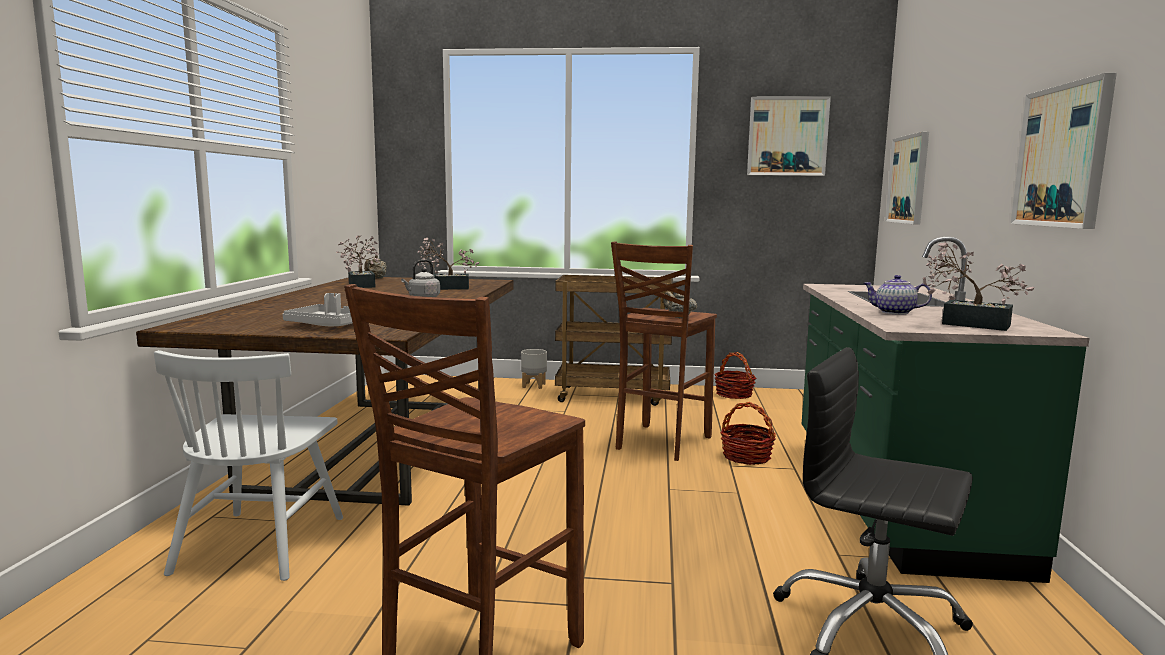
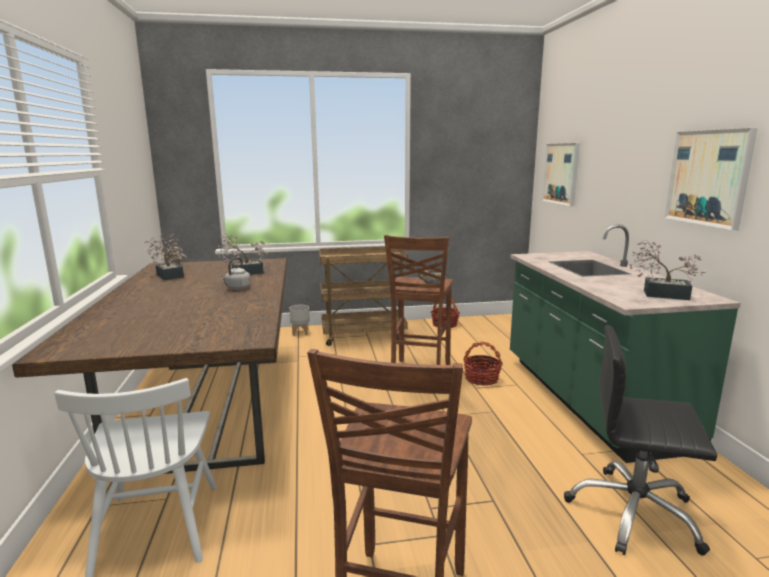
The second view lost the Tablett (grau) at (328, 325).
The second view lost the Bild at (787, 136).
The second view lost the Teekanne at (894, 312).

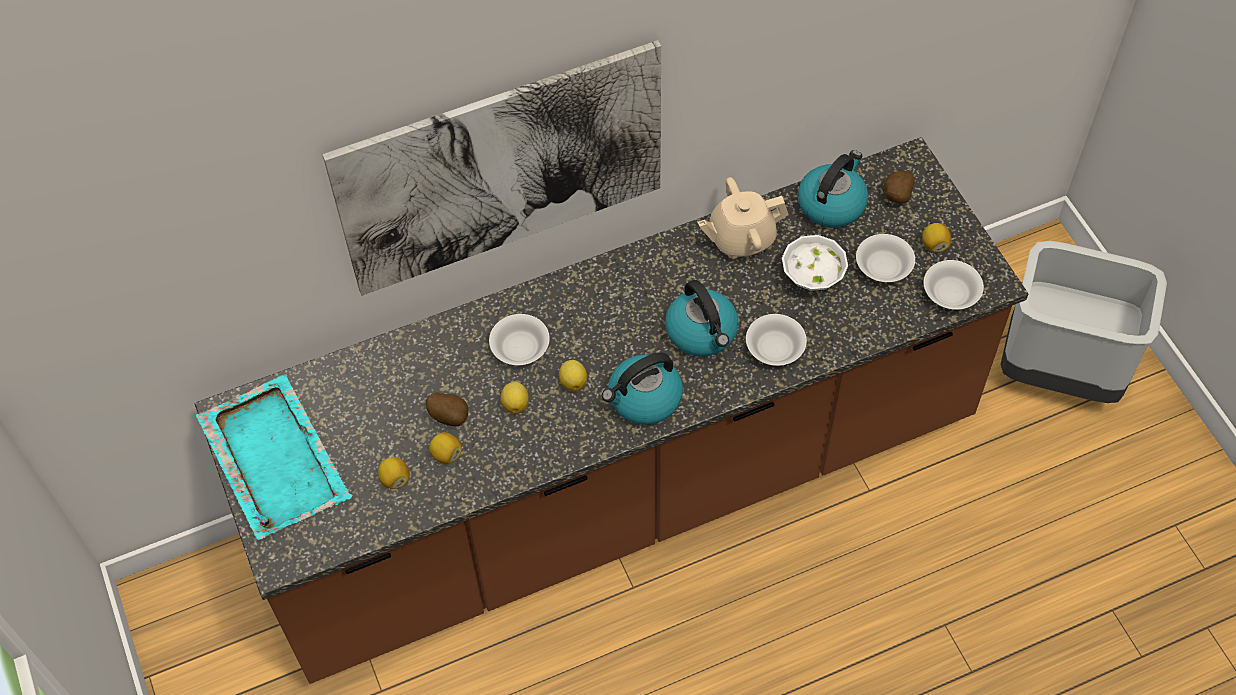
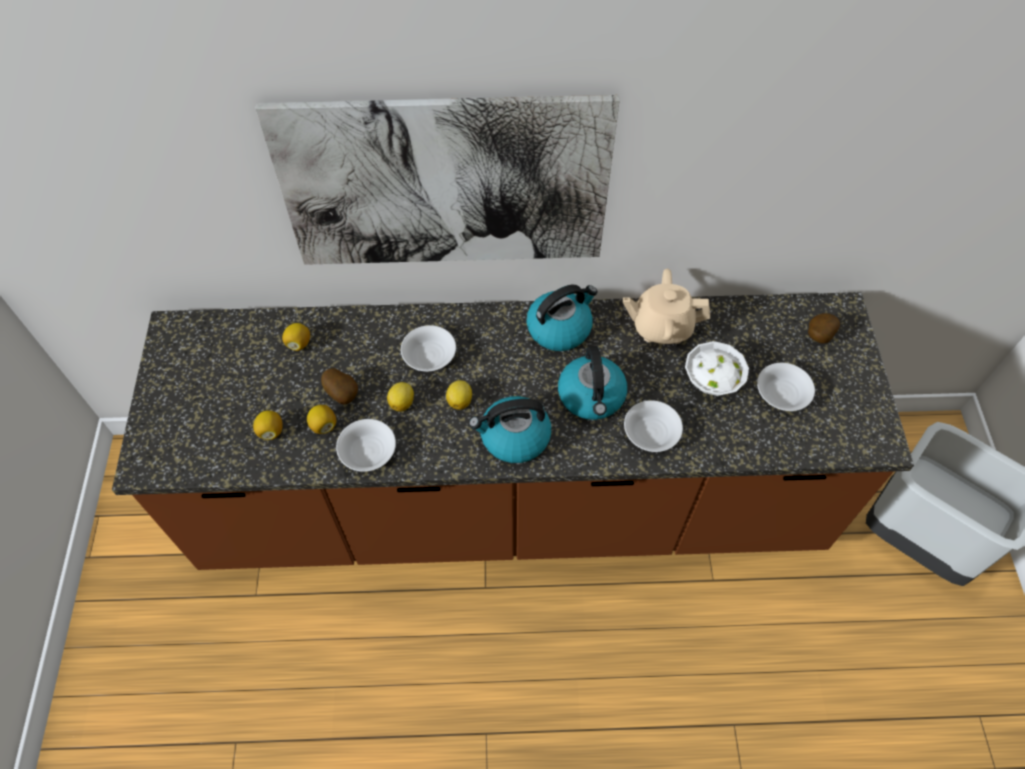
The second view lost the Tablett (türkis) at (273, 458).
The Wasserkessel ended up elsewhere, having gone from (831, 204) to (559, 328).
The Zitrone ended up elsewhere, having gone from (934, 245) to (298, 343).
The Schüssel (weiß) ended up elsewhere, having gone from (950, 293) to (367, 451).

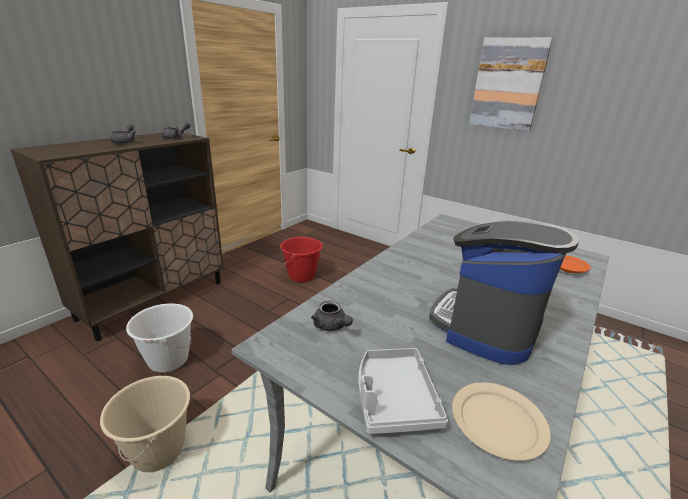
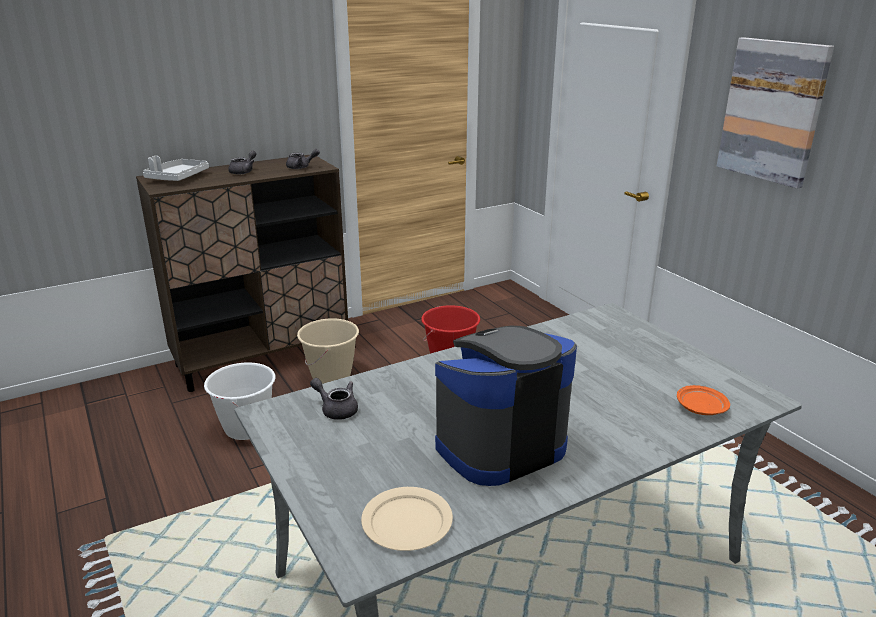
The Eimer (beige) ended up elsewhere, having gone from (159, 450) to (331, 376).
The Teekanne (grau) at (331, 326) ended up facing another way, 135 degrees clockwise from before.
The Tablett (grau) ended up elsewhere, having gone from (394, 398) to (177, 178).

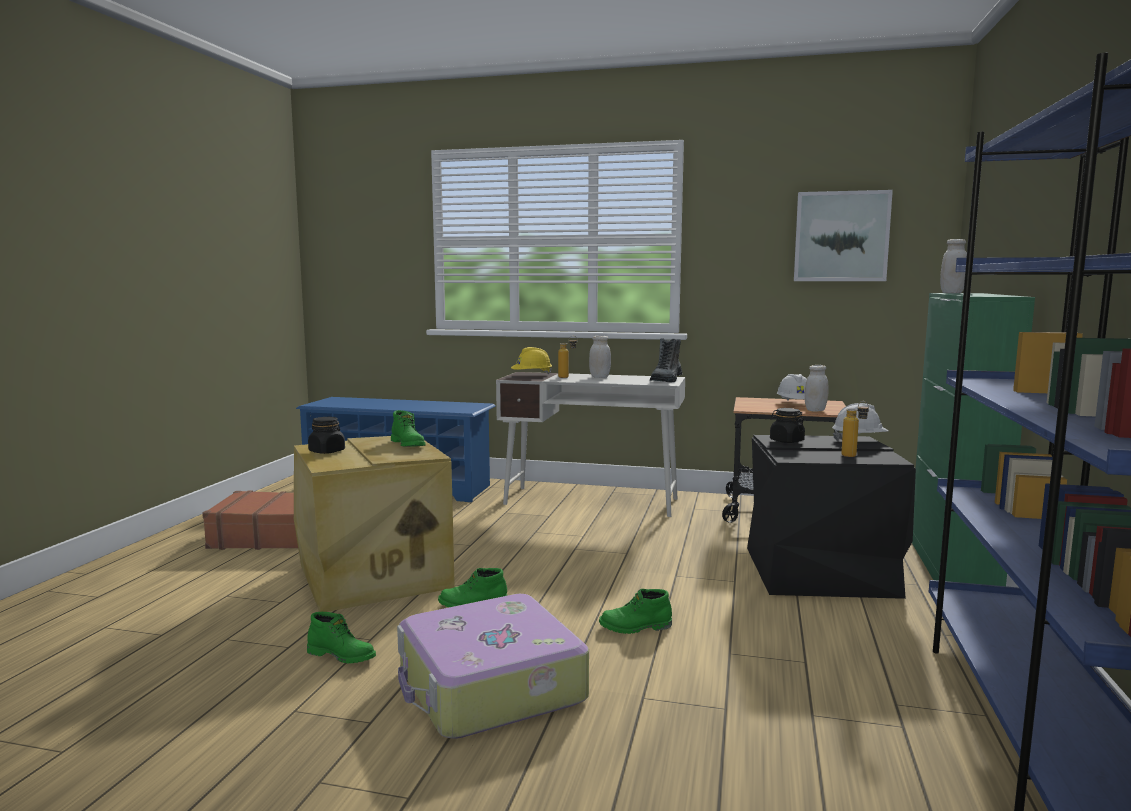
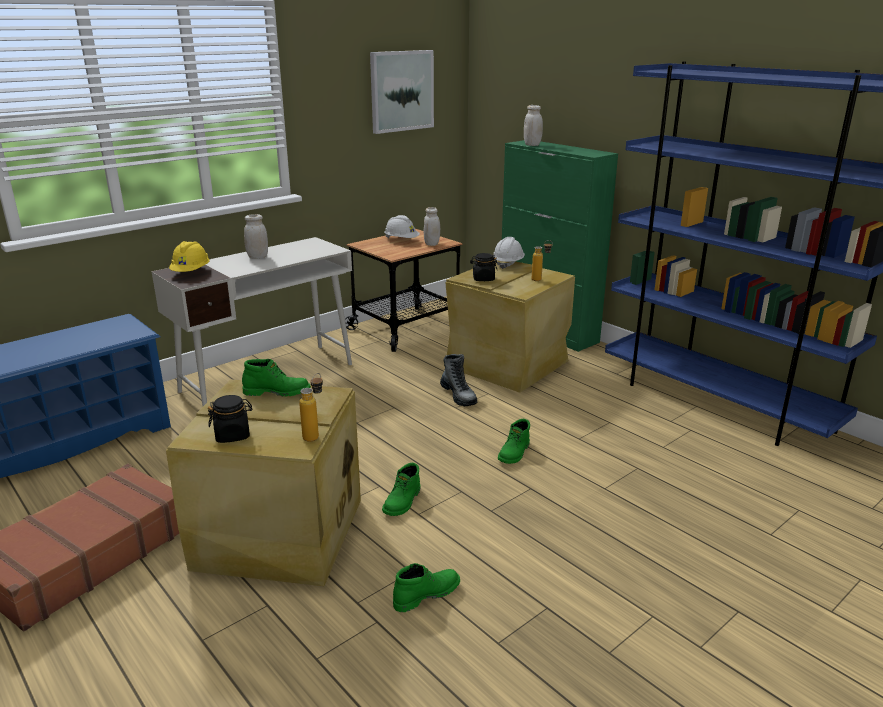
The second view lost the Koffer at (489, 687).
The Flasche ended up elsewhere, having gone from (567, 377) to (315, 435).
The Stiefel ended up elsewhere, having gone from (666, 380) to (458, 395).
What was the Aufbewahrungsbox (schwarz) at (821, 572) turned into the Aufbewahrungsbox (beige) at (509, 363).

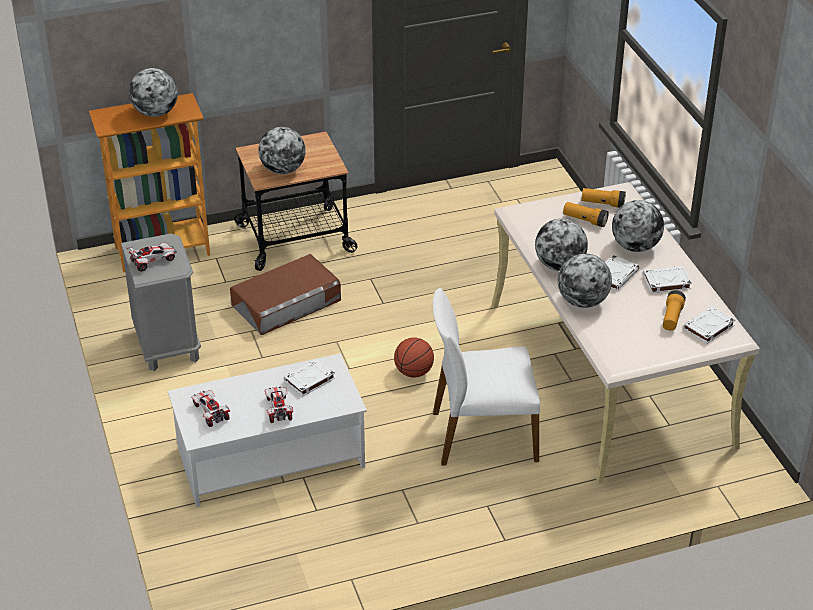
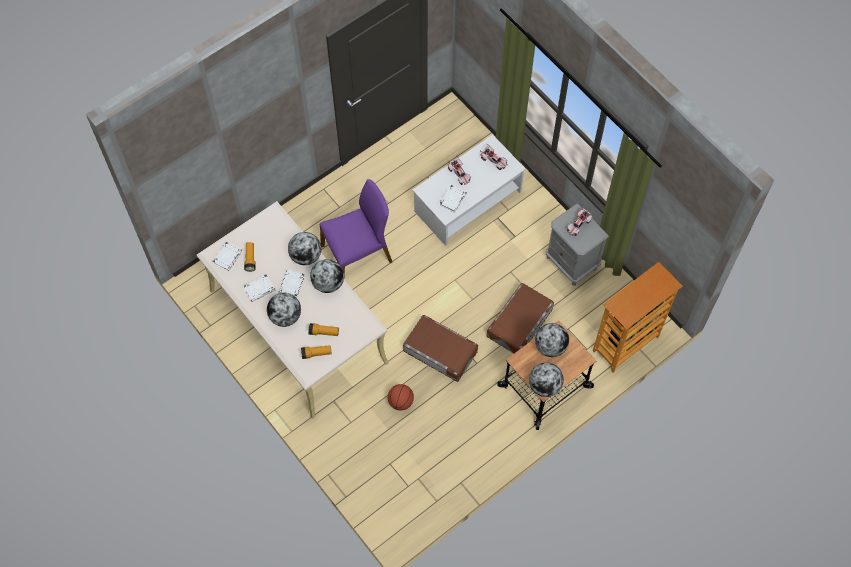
The Globus ended up elsewhere, having gone from (155, 113) to (544, 386).
The Basketball ended up elsewhere, having gone from (413, 372) to (401, 402).
What was the Stuhl (weiß) at (483, 435) turned into the Stuhl (lila) at (358, 254).
The second view gained the Aufbewahrungsbox (braun) at (440, 351).

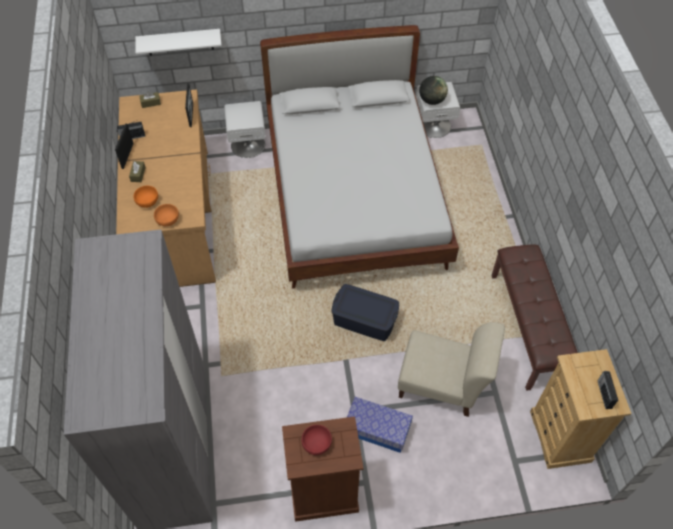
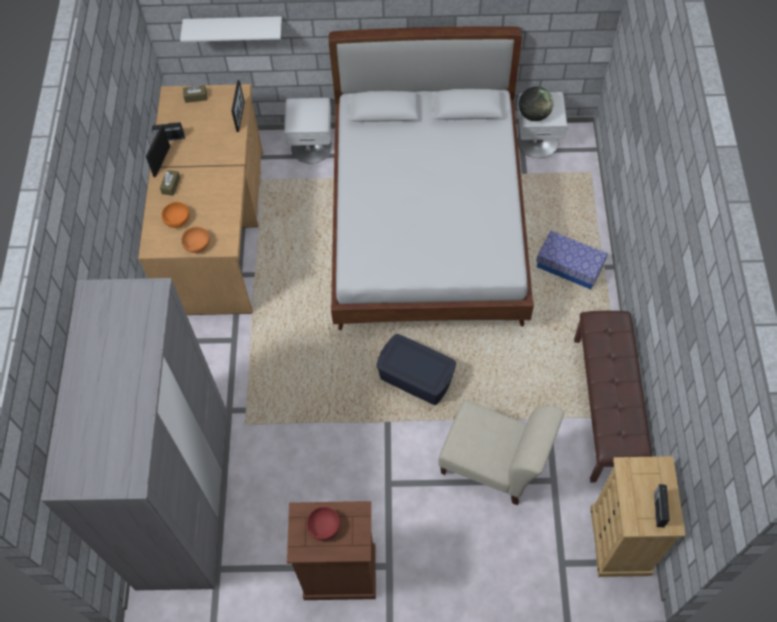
The Aufbewahrungsbox ended up elsewhere, having gone from (377, 429) to (569, 266).

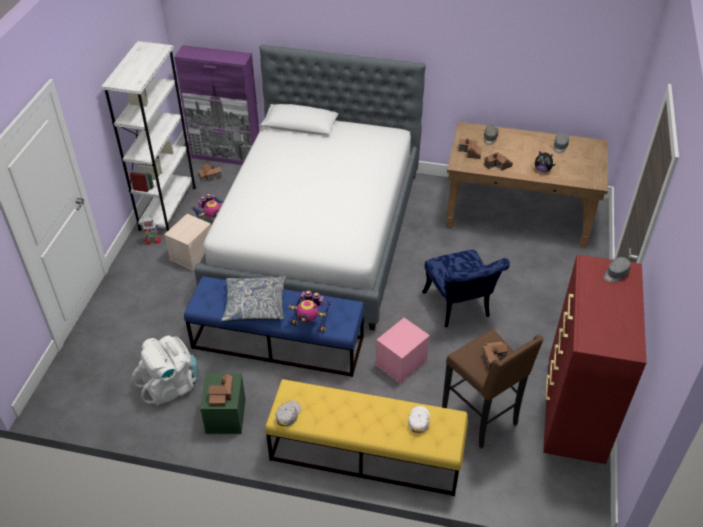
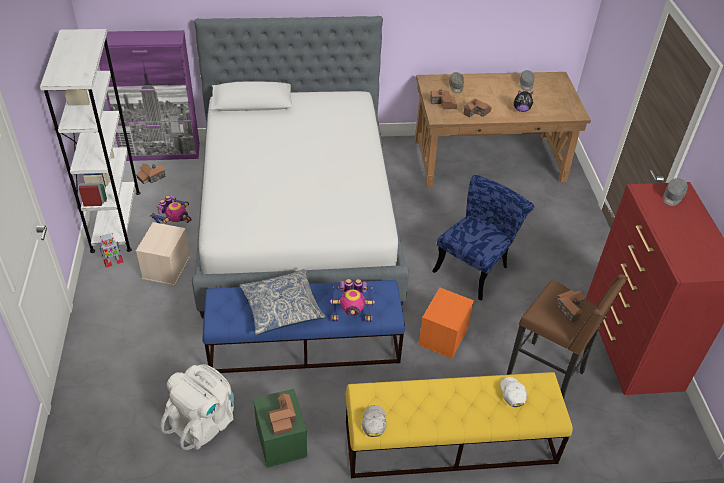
What was the Aufbewahrungsbox (rosa) at (401, 363) turned into the Aufbewahrungsbox (orange) at (443, 337).
The Stuhl (blau) at (459, 308) ended up facing another way, 105 degrees counterclockwise from before.

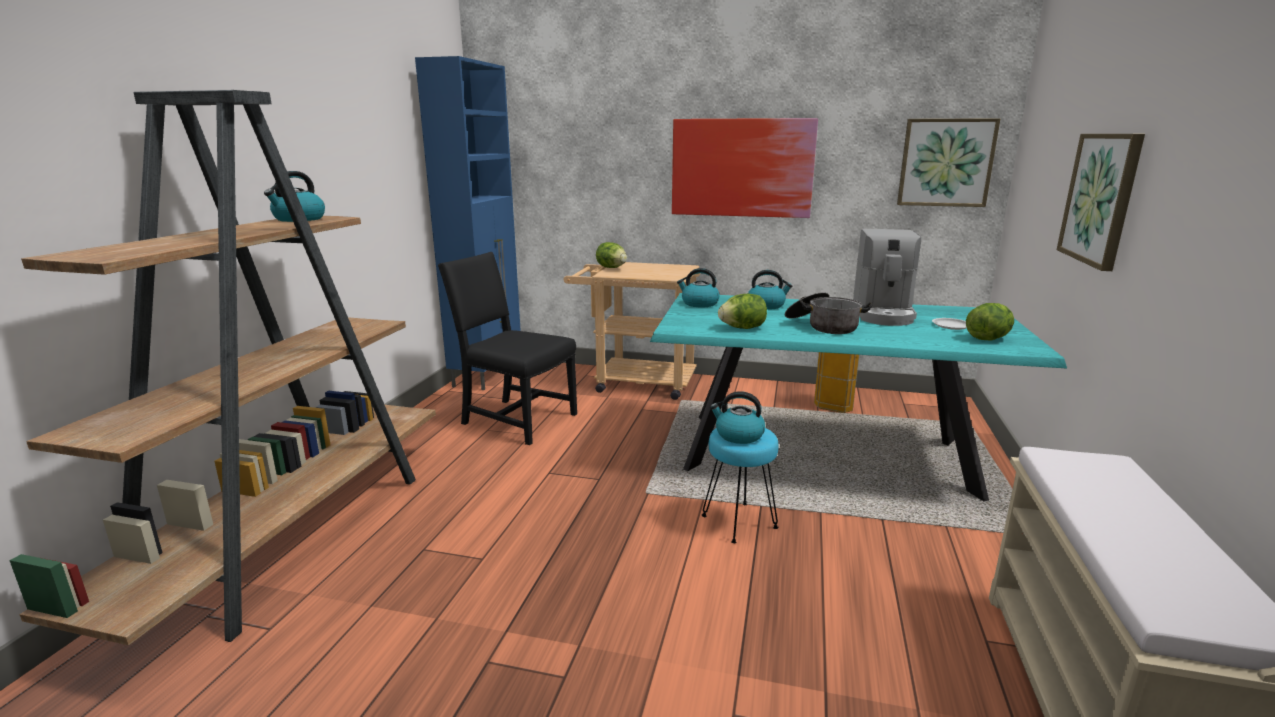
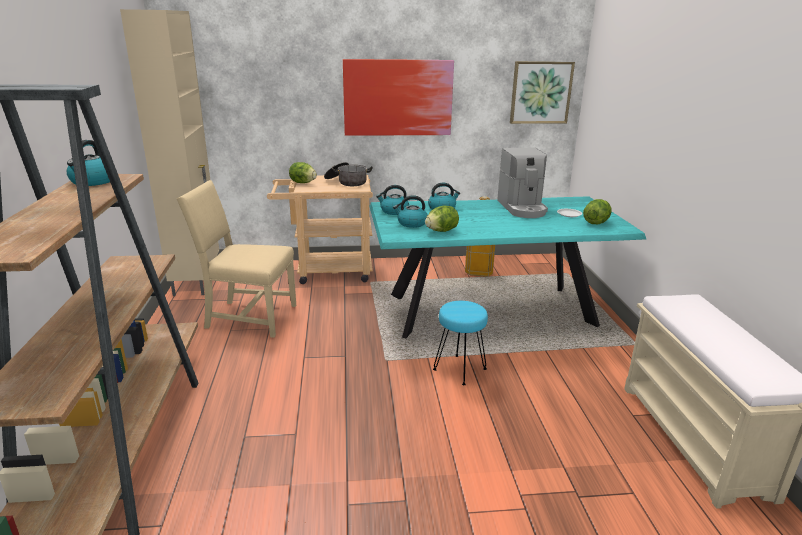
What was the Schrank (blau) at (488, 374) turned into the Schrank (beige) at (197, 279).
What was the Stuhl (schwarz) at (515, 419) turned into the Stuhl (beige) at (248, 317).
The Wasserkessel ended up elsewhere, having gone from (738, 435) to (411, 223).
The Kochtopf ended up elsewhere, having gone from (823, 326) to (347, 182).
The second view lost the Bild at (1101, 198).

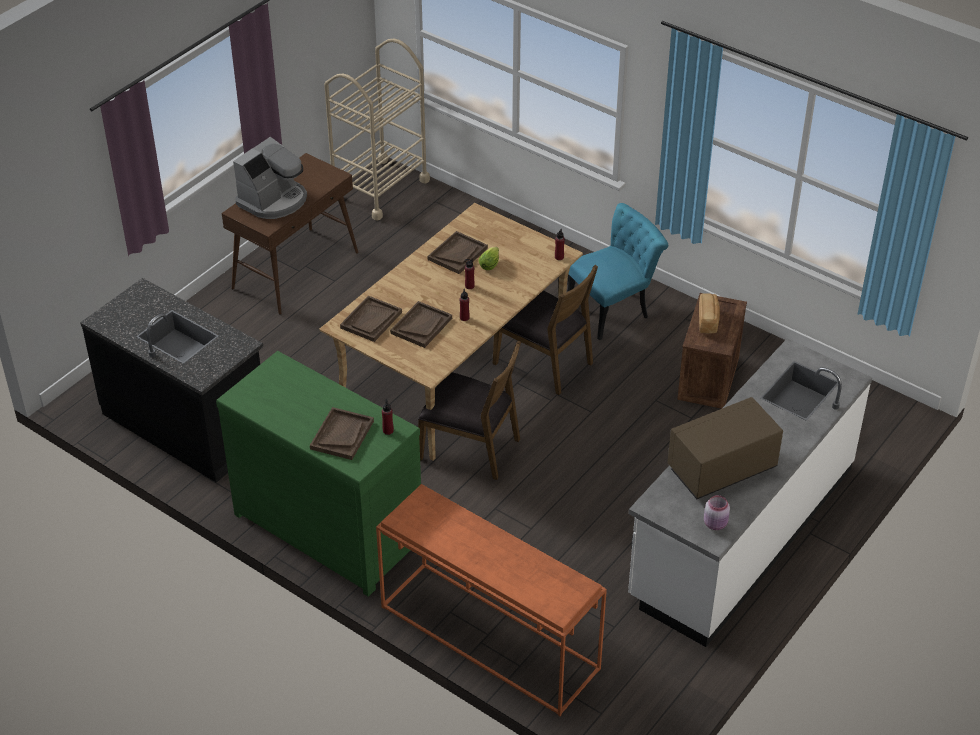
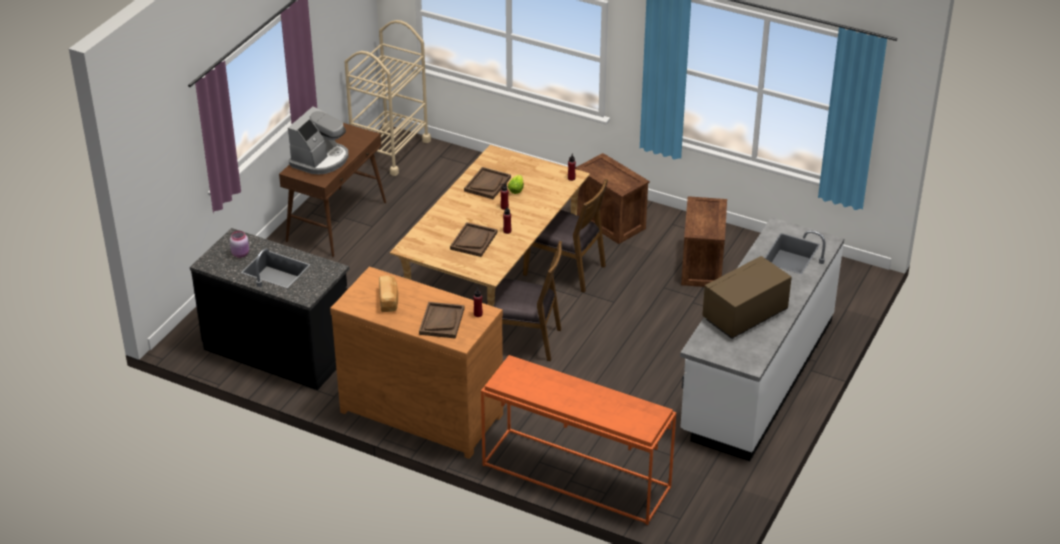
What was the Kommode (grün) at (330, 526) turned into the Kommode (braun) at (422, 411).
The second view lost the Tablett (braun) at (371, 320).
Where the Stuhl (türkis) stood at (613, 308), the Kiste came to stand at (611, 222).
The Brot ended up elsewhere, having gone from (708, 320) to (389, 300).
The Vorratsglas (rosa) ended up elsewhere, having gone from (716, 524) to (241, 254).

